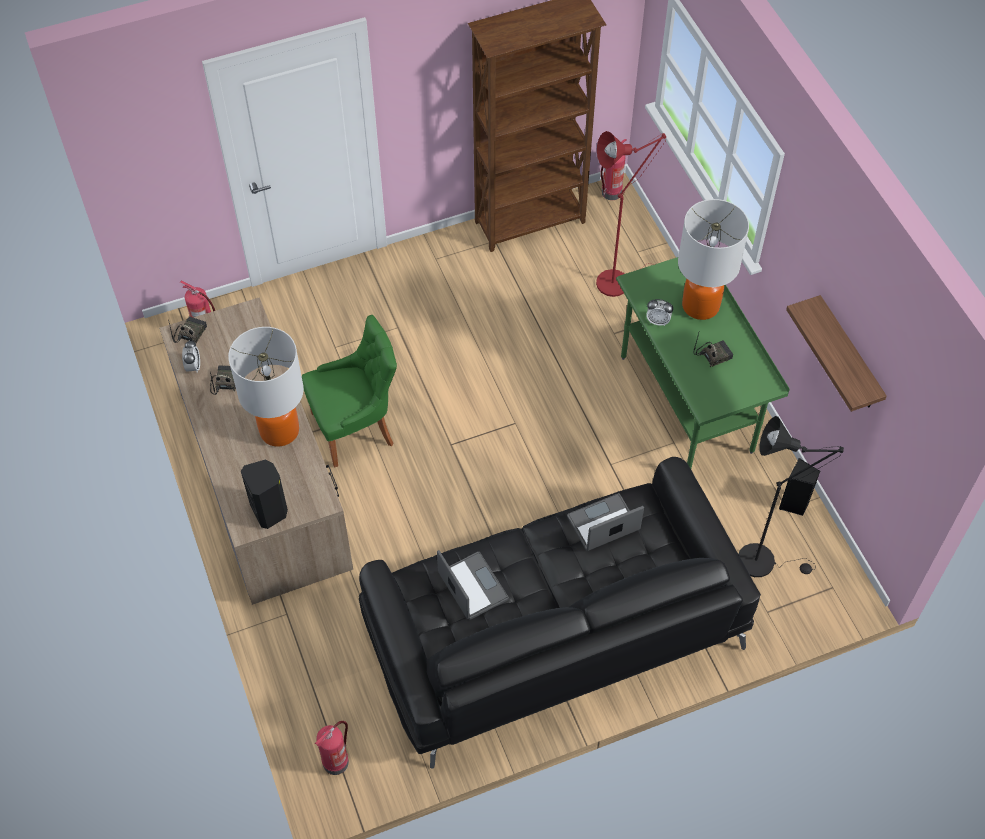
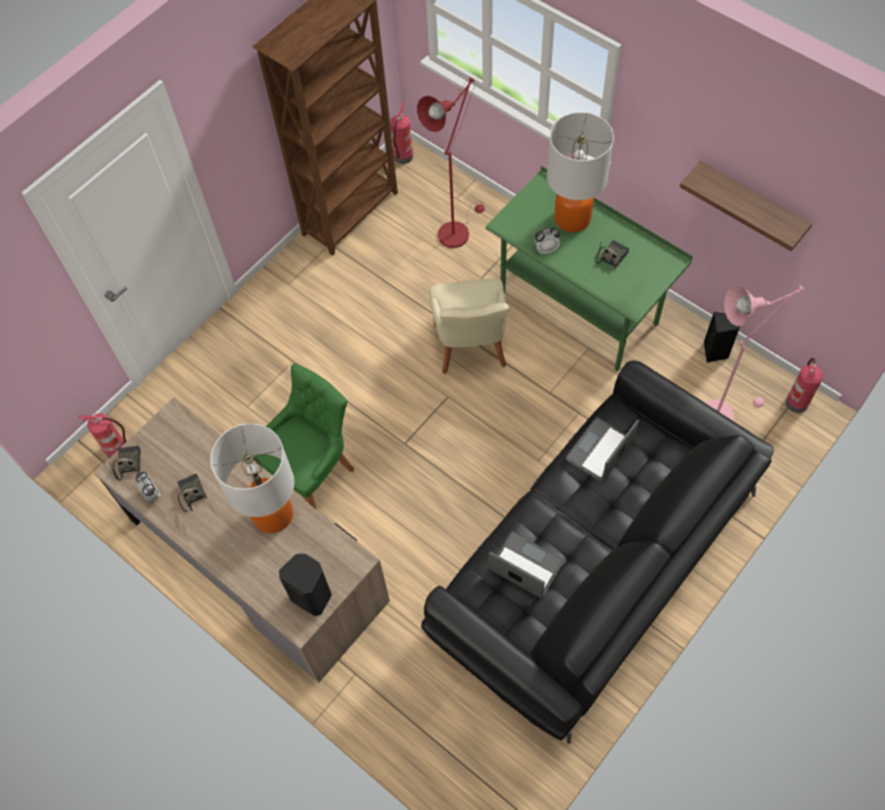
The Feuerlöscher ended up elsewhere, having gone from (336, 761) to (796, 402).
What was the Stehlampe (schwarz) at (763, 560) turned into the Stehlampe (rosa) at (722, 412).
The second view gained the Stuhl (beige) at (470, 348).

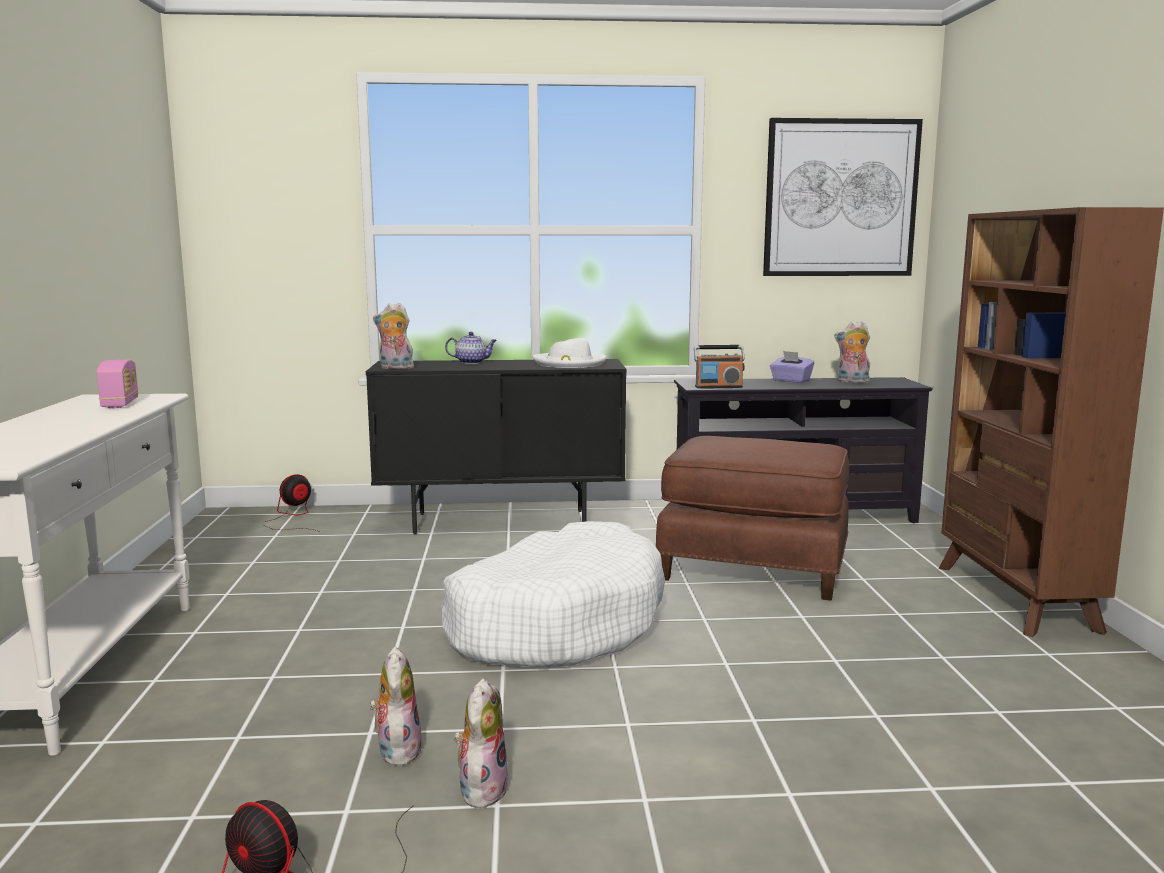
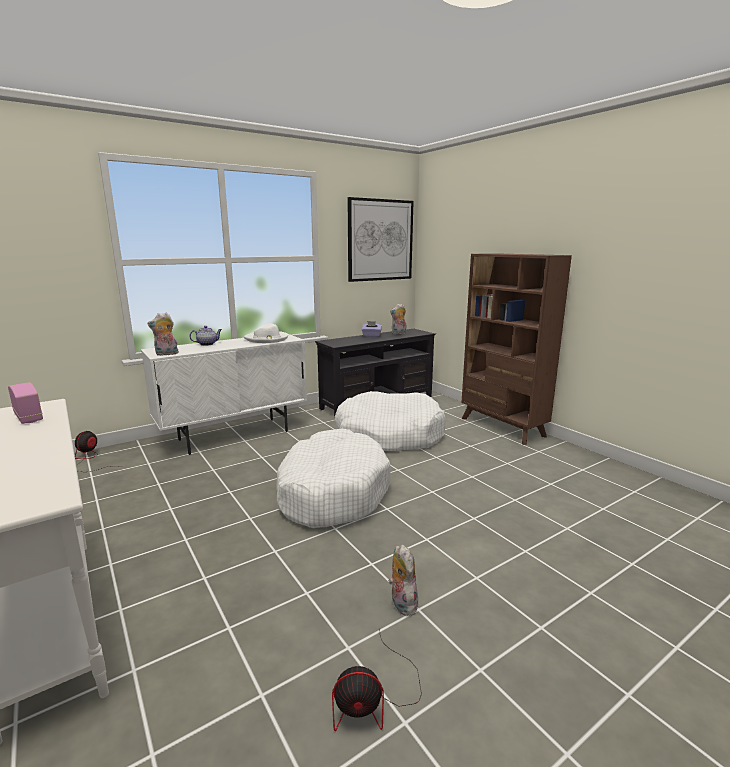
What was the Schrank (schwarz) at (501, 522) turned into the Schrank (weiß) at (234, 435).
The second view lost the Plüschtier at (397, 750).
Where the Polsterhocker (braun) stood at (754, 567), the Hundebett (weiß) came to stand at (389, 435).
The second view lost the Radio at (718, 387).

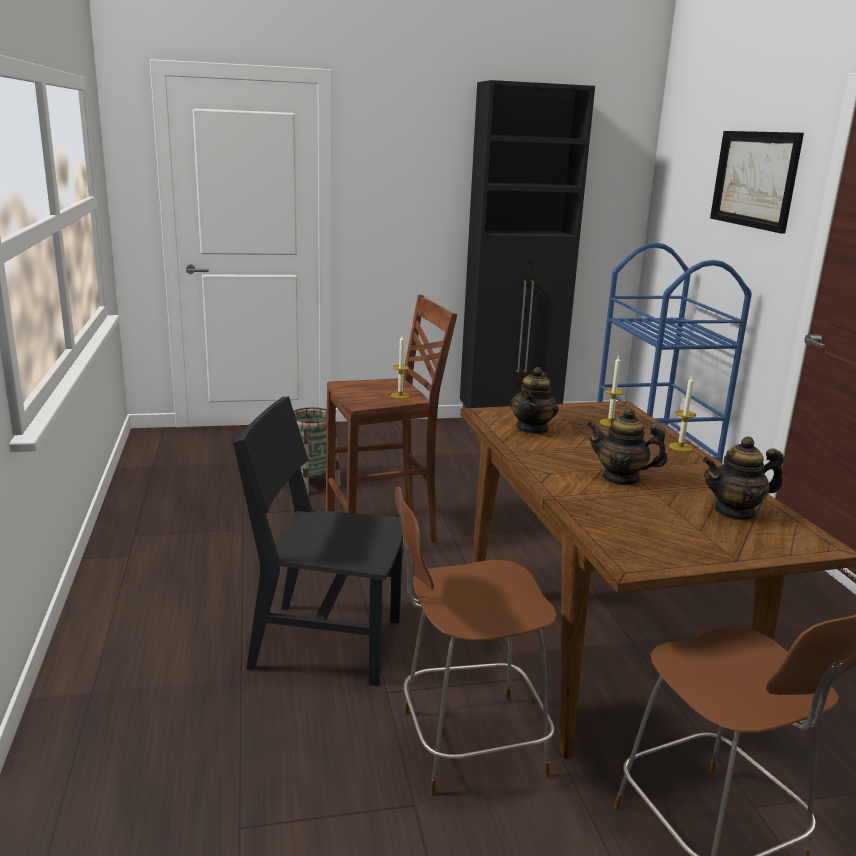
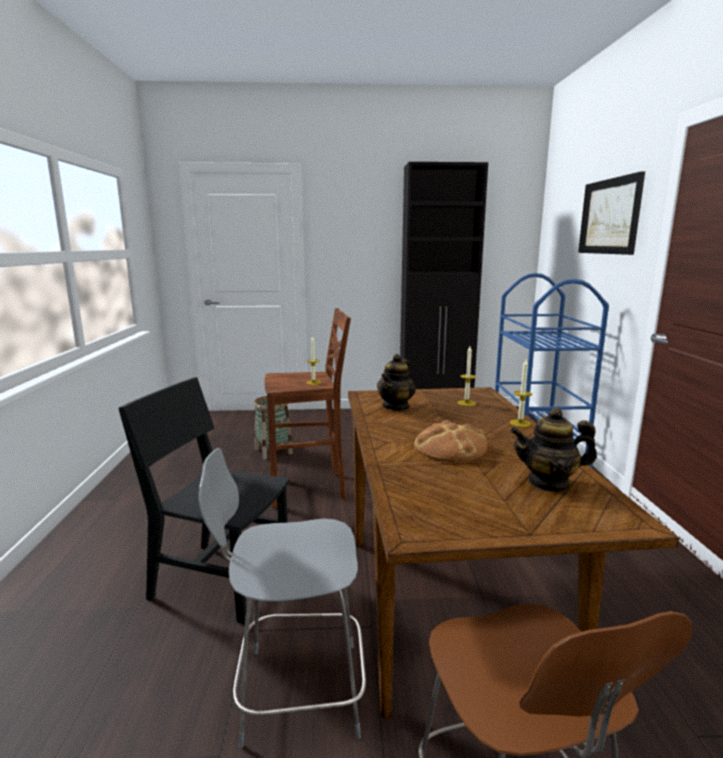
What was the Stuhl (braun) at (467, 743) turned into the Stuhl (grau) at (296, 691).
Where the Teekanne stood at (621, 478), the Brot came to stand at (450, 448).

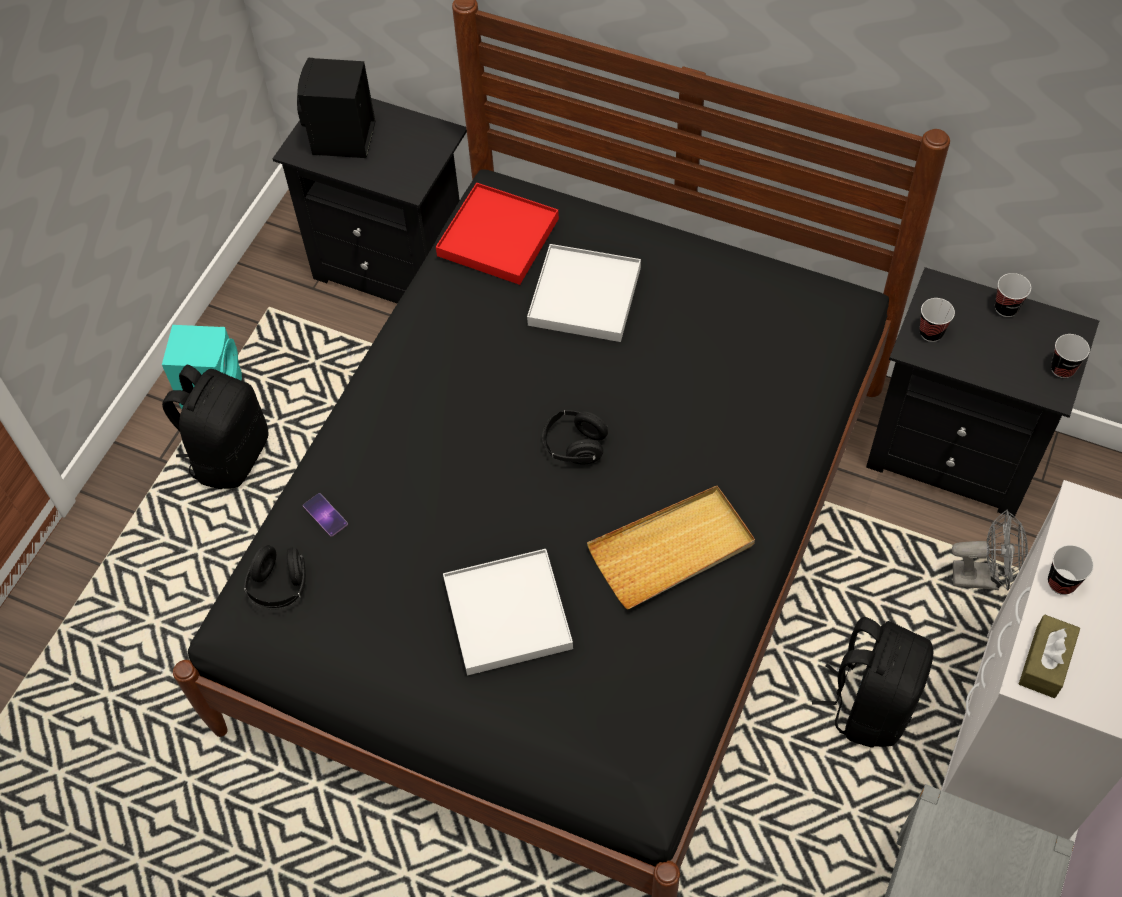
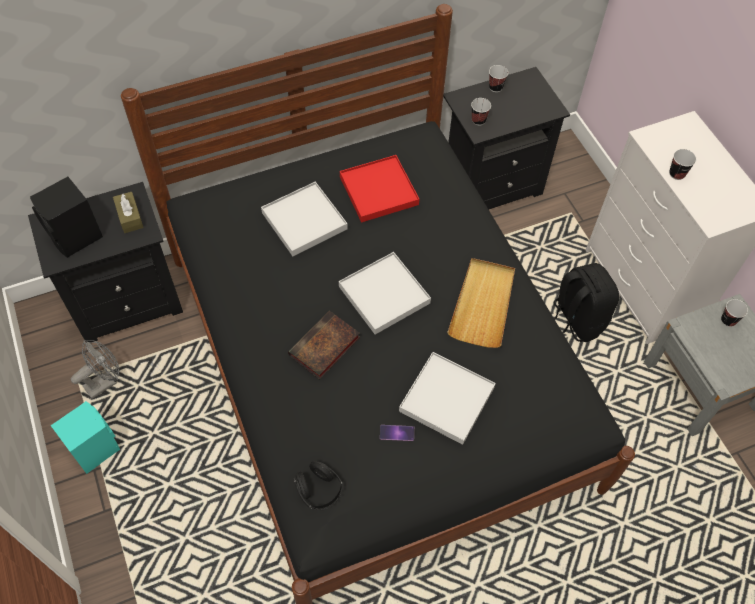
The second view lost the Rucksack (schwarz) at (229, 455).
The Handy ended up elsewhere, having gone from (325, 515) to (397, 433).
The Tablett (rot) ended up elsewhere, having gone from (498, 237) to (379, 191).
Where the Kopfhörer (schwarz) stood at (574, 446), the Tablett (weiß) came to stand at (384, 295).
The Ventilator (grau) ended up elsewhere, having gone from (983, 577) to (105, 382).
The Taschentuchbox (braun) ended up elsewhere, having gone from (1045, 662) to (130, 217).
The Tasse ended up elsewhere, having gone from (1062, 369) to (728, 320).
The second view gained the Buch at (324, 348).

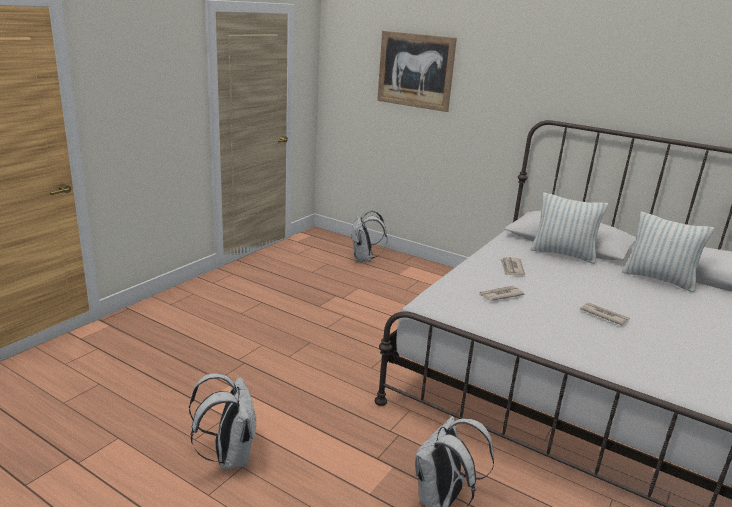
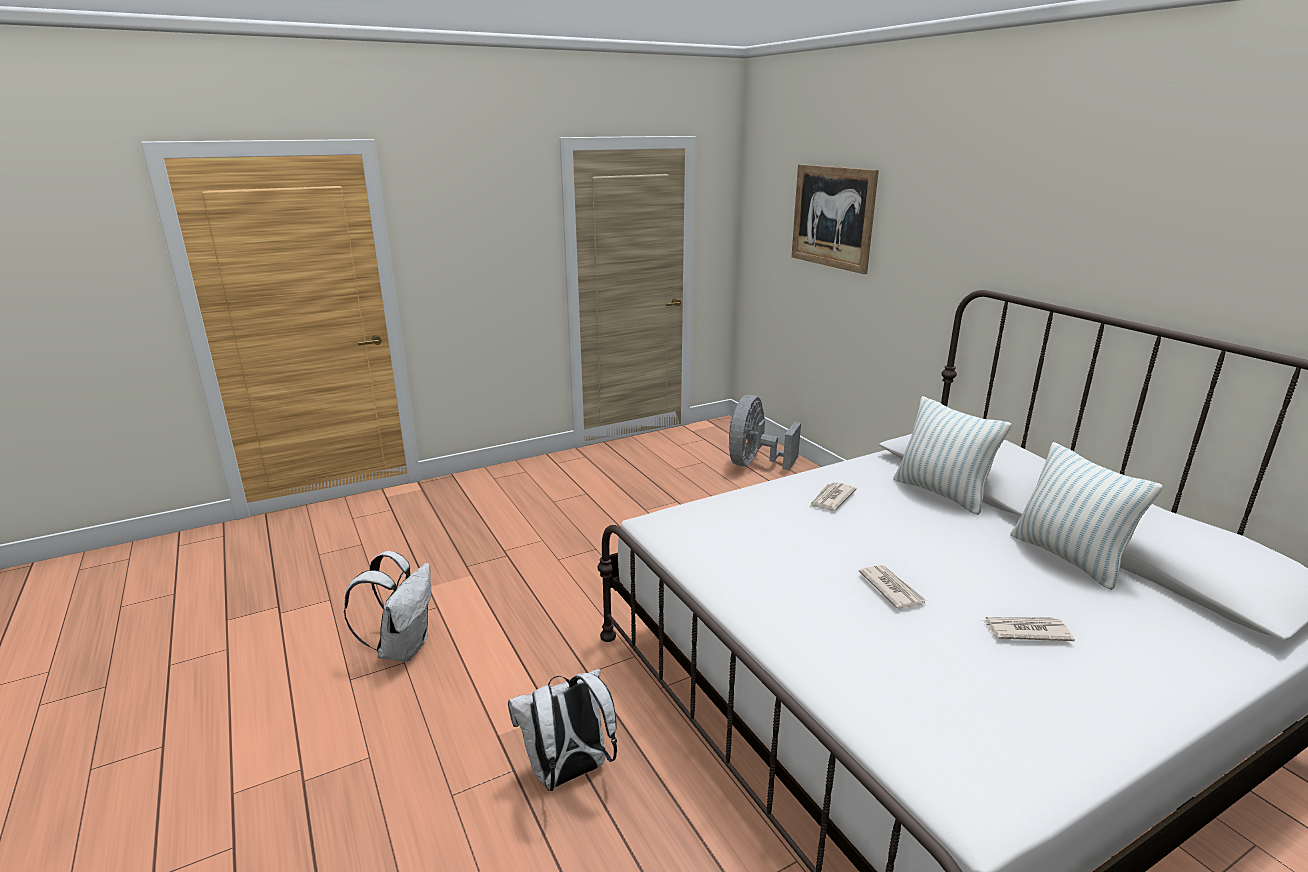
Where the Rucksack (weiß) stood at (364, 259), the Ventilator (grau) came to stand at (754, 463).
The Zeitung ended up elsewhere, having gone from (500, 295) to (1025, 631).

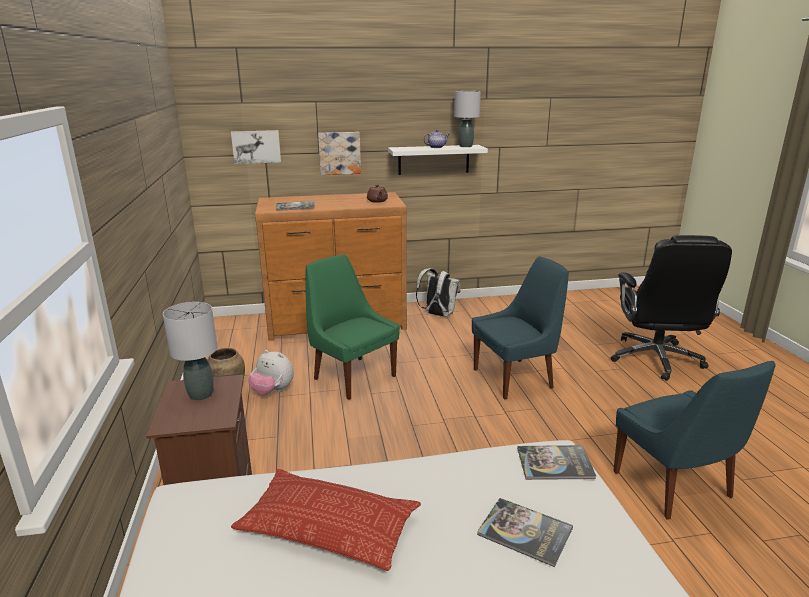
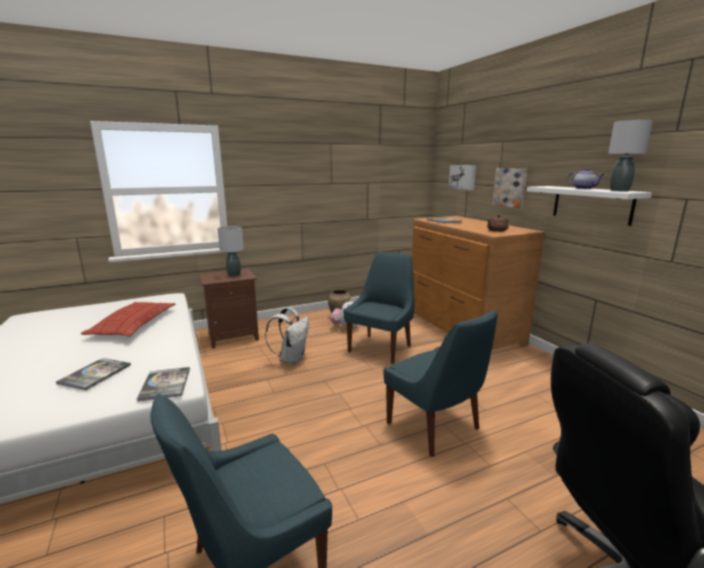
What was the Stuhl (grün) at (352, 376) turned into the Stuhl (blau) at (381, 348).
The Rucksack (weiß) ended up elsewhere, having gone from (438, 315) to (291, 359).

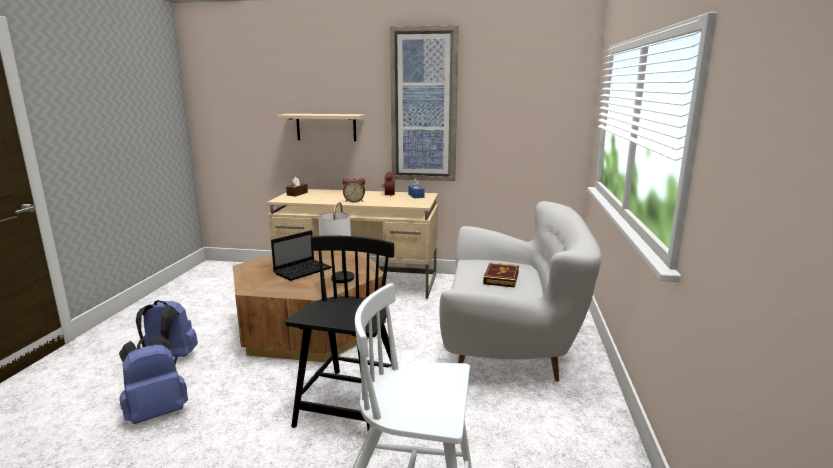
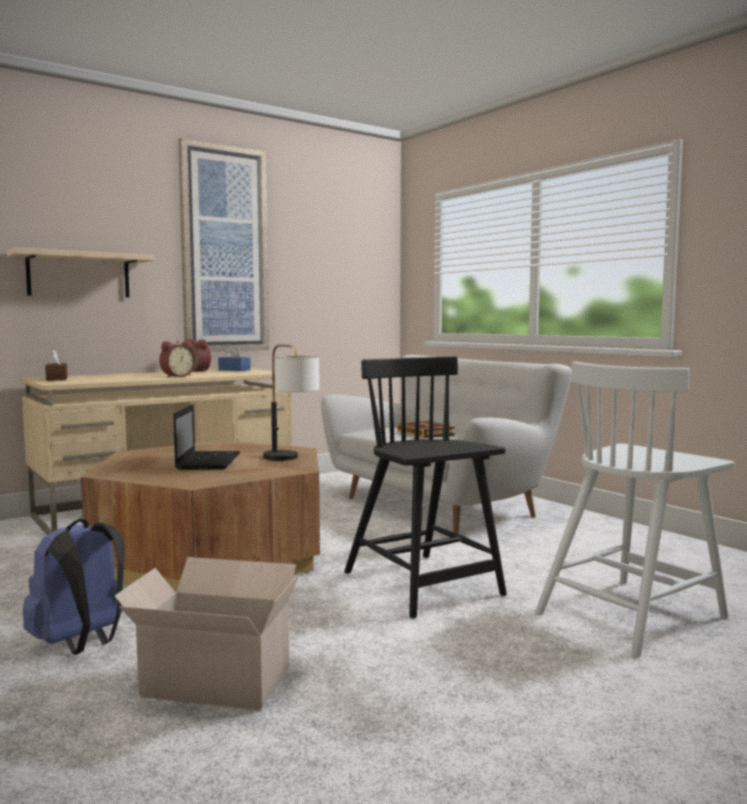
Where the Rucksack (blau) stood at (157, 412), the Karton came to stand at (213, 680).

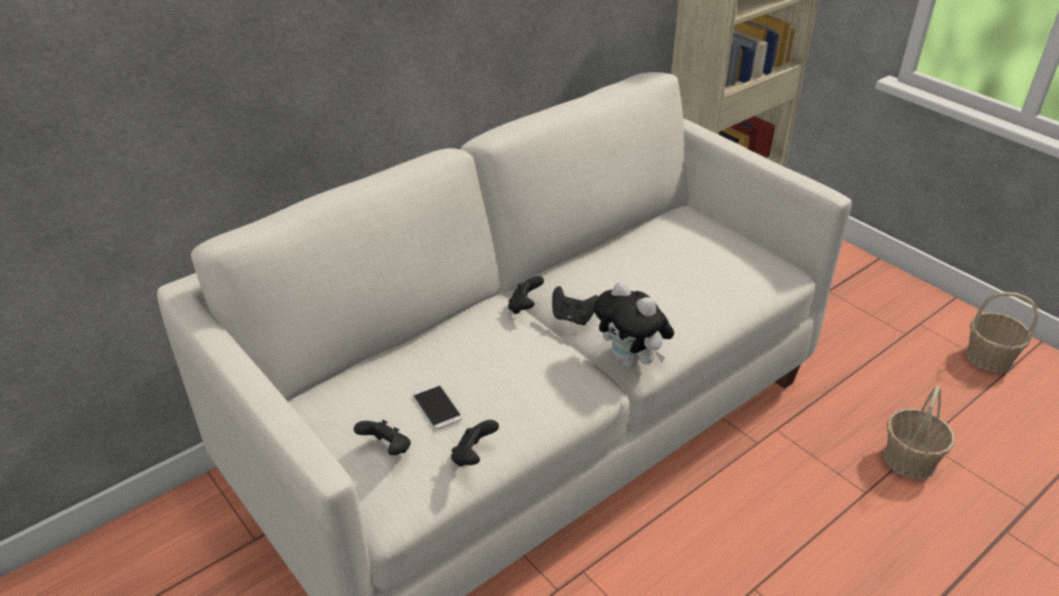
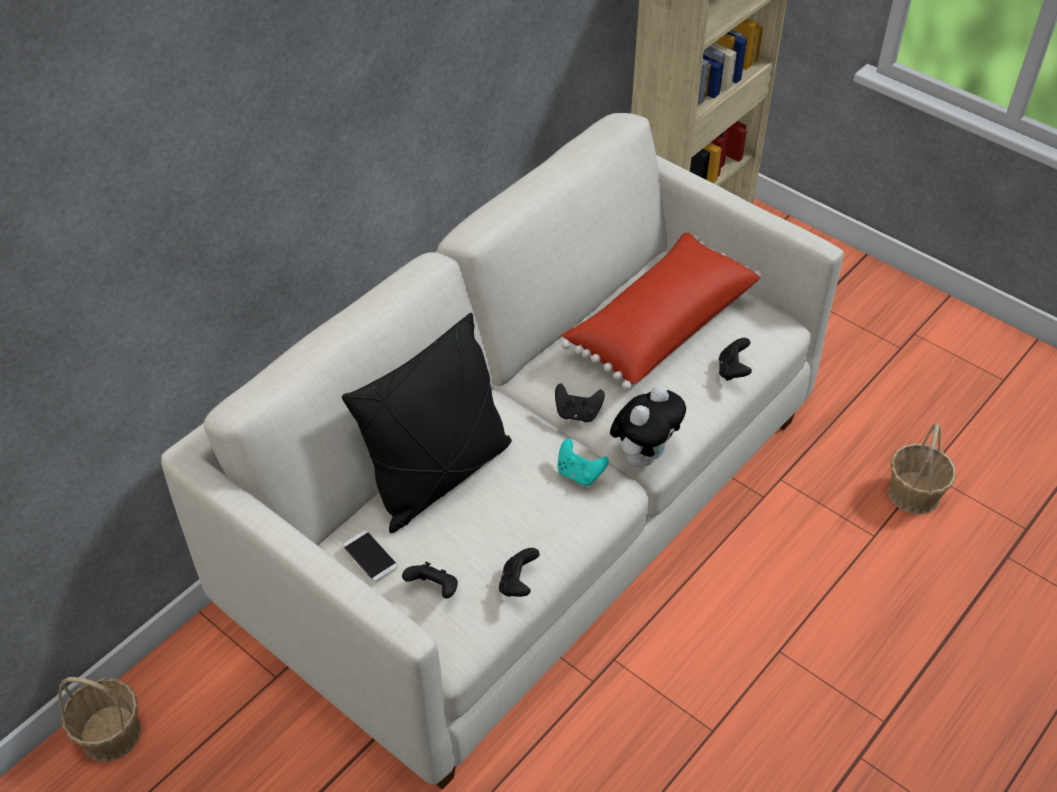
The Handy ended up elsewhere, having gone from (437, 407) to (370, 556).
The Gamepad (schwarz) ended up elsewhere, having gone from (525, 307) to (733, 370).
The Plüschtier at (631, 361) ended up facing another way, 90 degrees counterclockwise from before.
The Korb ended up elsewhere, having gone from (988, 357) to (110, 733).
The second view gained the Kissen (schwarz) at (439, 476).
The second view gained the Gamepad (türkis) at (579, 474).
The second view gained the Kissen (rot) at (659, 326).

